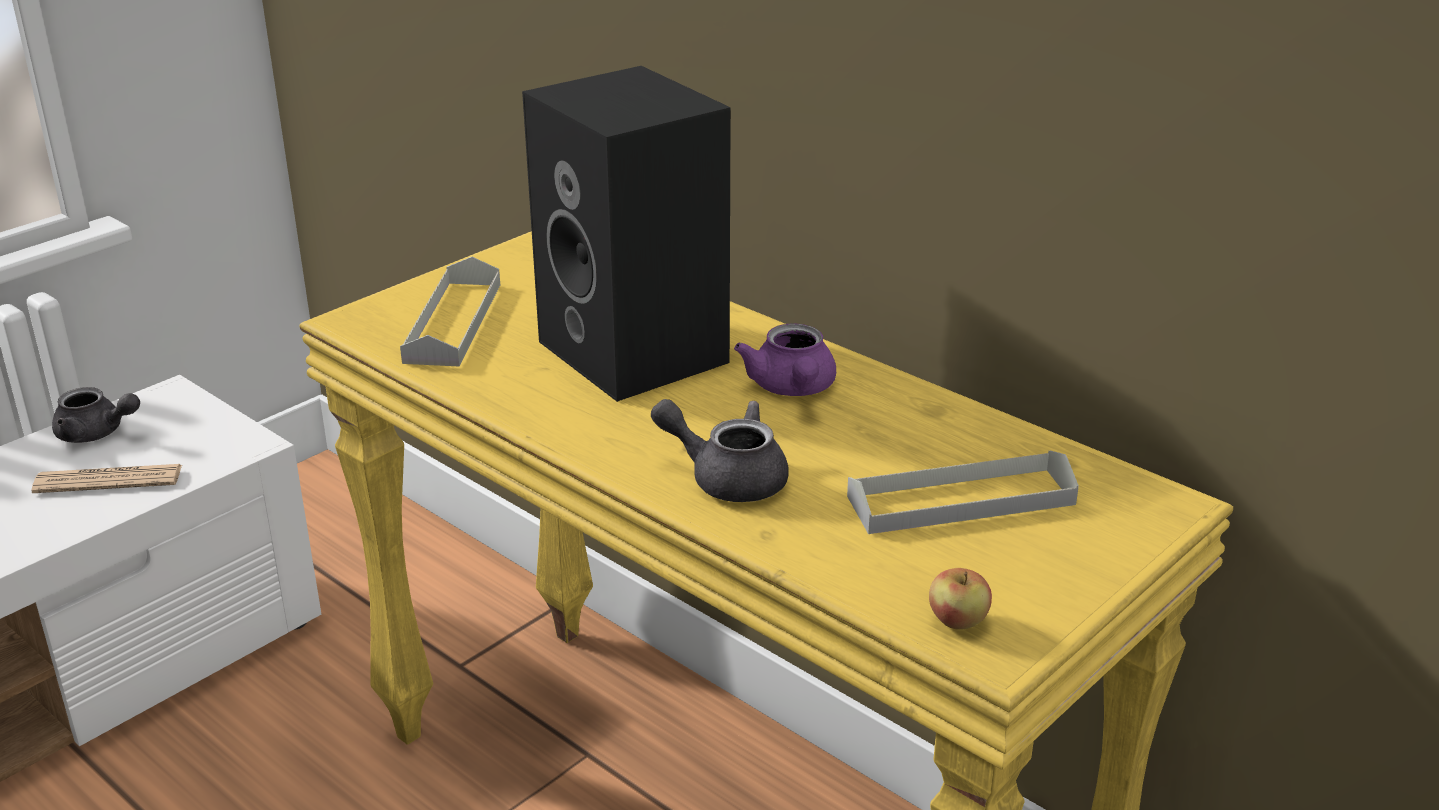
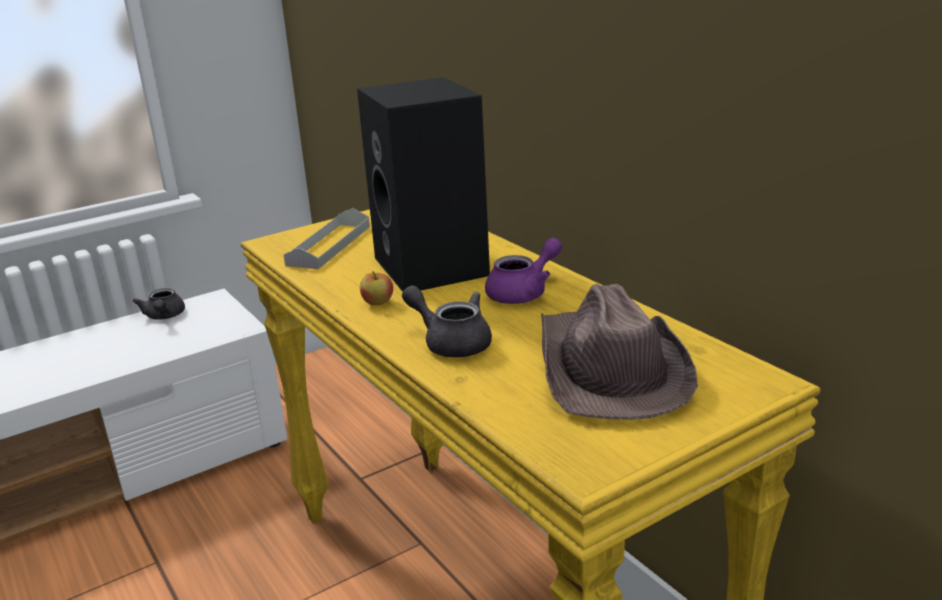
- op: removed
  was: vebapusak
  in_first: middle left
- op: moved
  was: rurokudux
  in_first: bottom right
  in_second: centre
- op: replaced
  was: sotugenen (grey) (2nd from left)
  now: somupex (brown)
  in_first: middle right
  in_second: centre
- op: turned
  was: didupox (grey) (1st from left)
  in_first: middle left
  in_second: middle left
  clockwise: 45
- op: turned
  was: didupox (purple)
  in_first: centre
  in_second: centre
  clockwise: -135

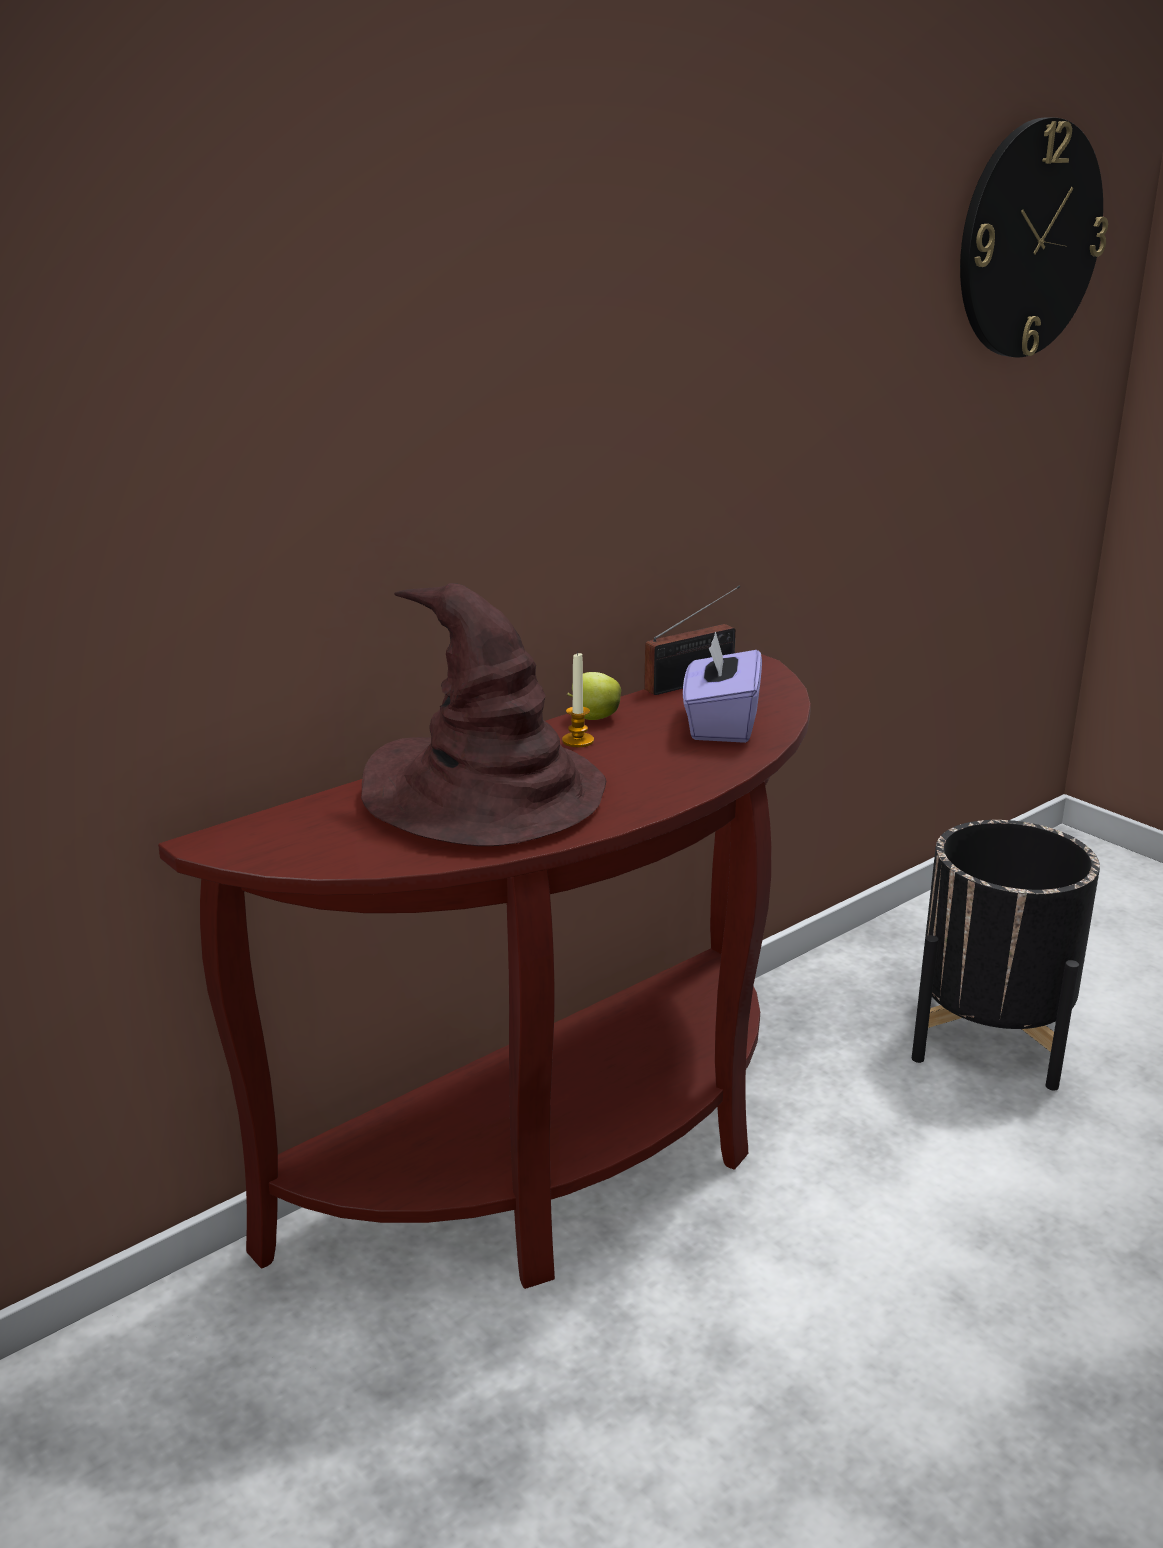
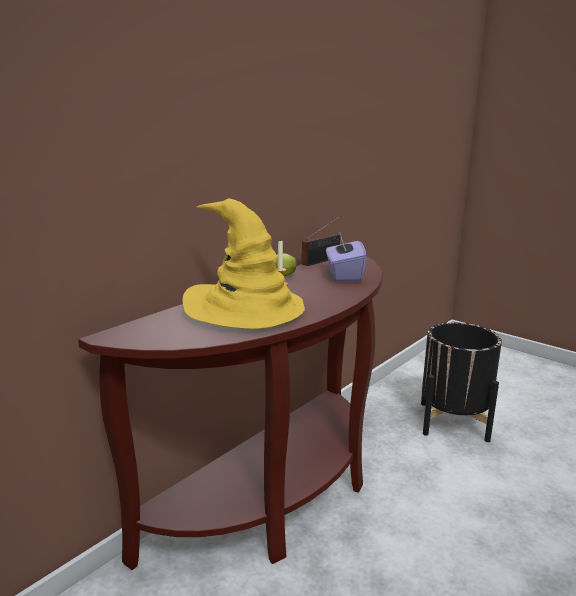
- op: removed
  was: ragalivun
  in_first: top right
- op: recoloured
  was: somupex (brown)
  now: somupex (yellow)
  in_first: centre
  in_second: centre

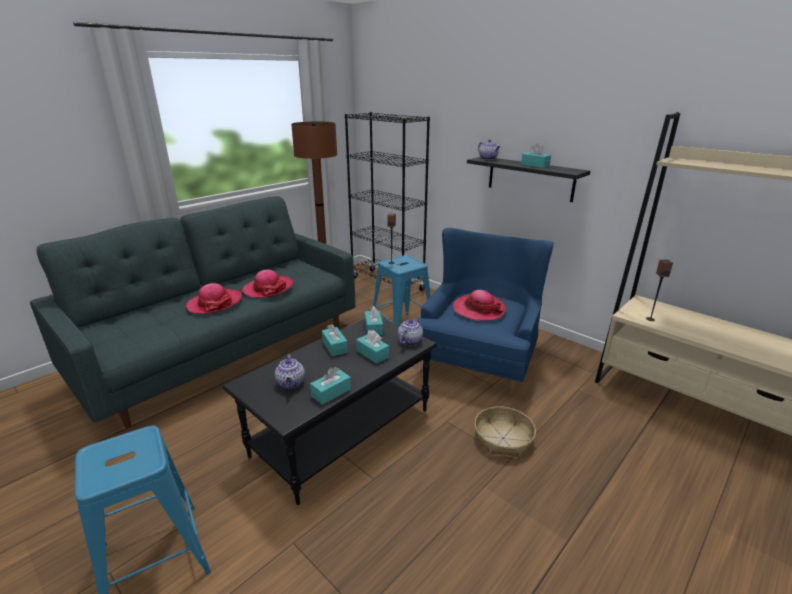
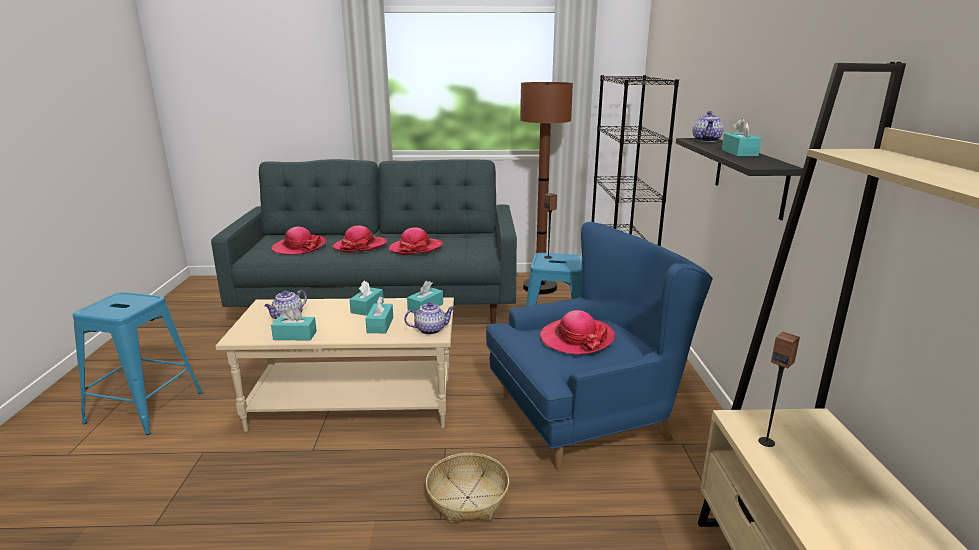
- op: added
  now: somupex (1st from left)
  in_second: middle left
- op: recoloured
  was: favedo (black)
  now: favedo (beige)
  in_first: bottom centre
  in_second: centre

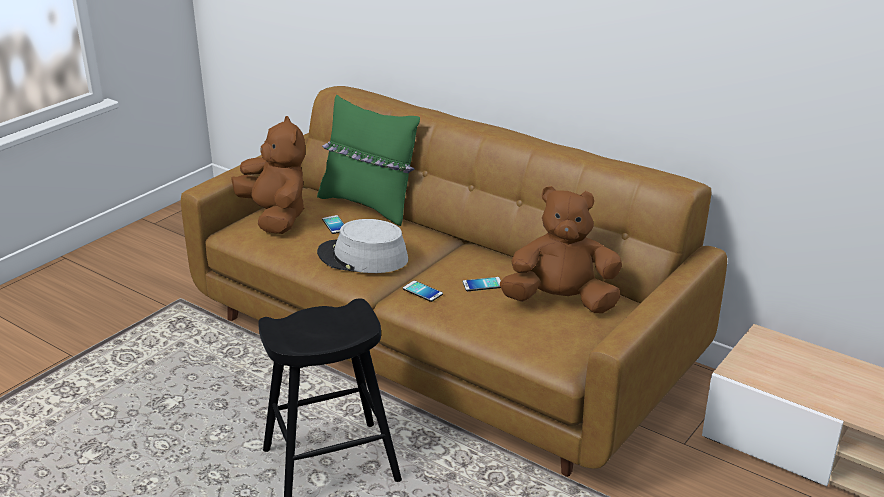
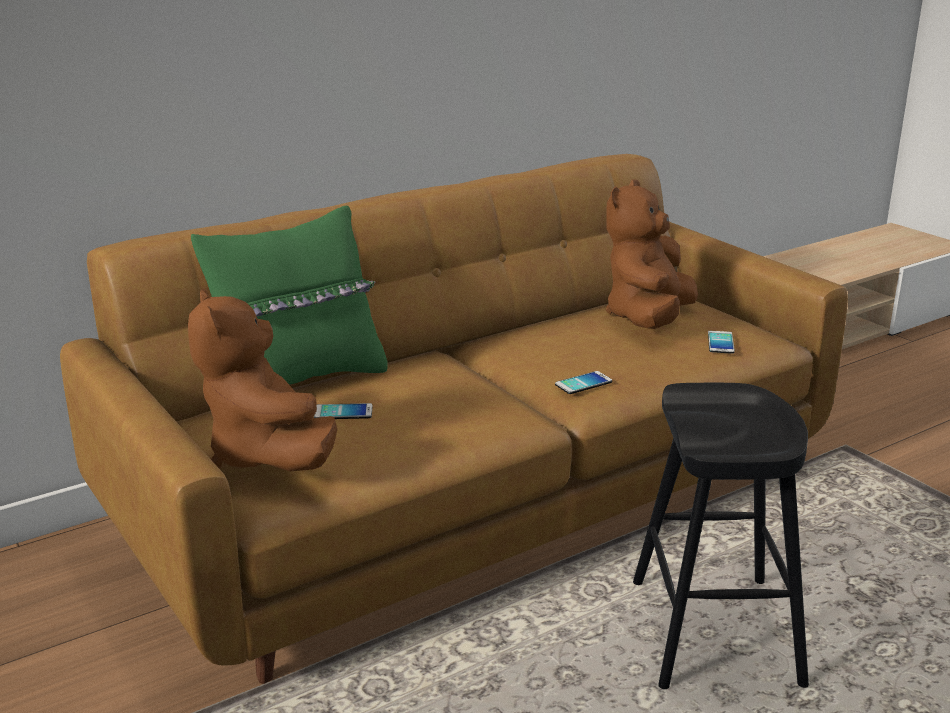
- op: removed
  was: somupex (grey)
  in_first: centre
- op: moved
  was: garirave (3rd from left)
  in_first: centre
  in_second: middle right
- op: turned
  was: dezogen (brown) (1st from left)
  in_first: middle left
  in_second: middle left
  clockwise: -105

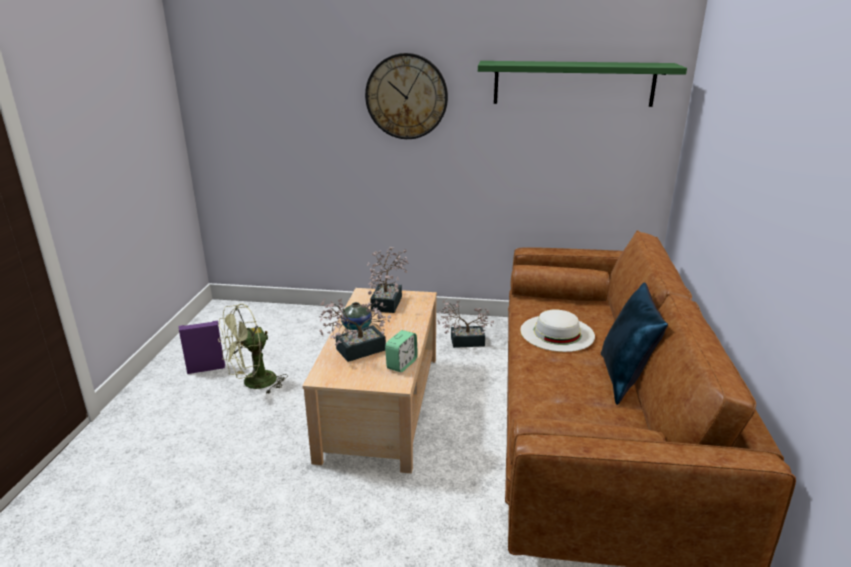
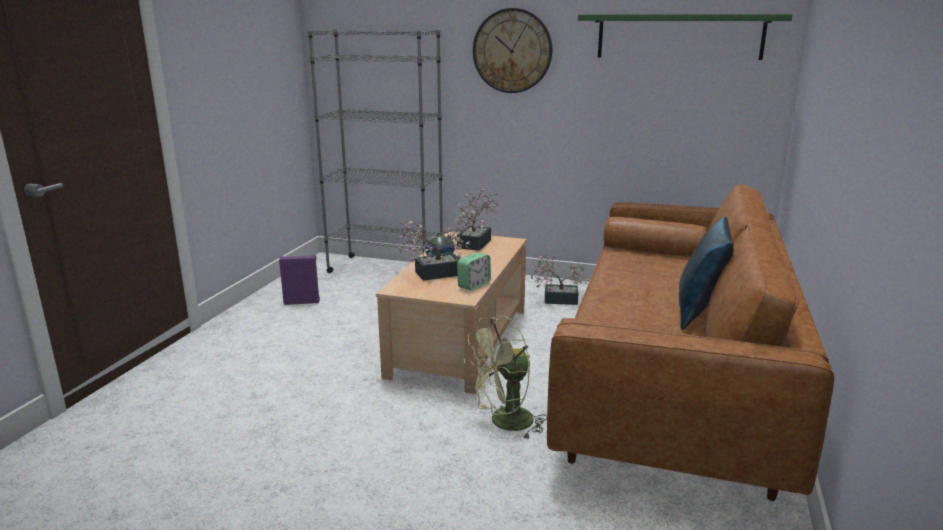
- op: removed
  was: somupex (white)
  in_first: centre
- op: added
  now: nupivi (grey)
  in_second: top centre
- op: moved
  was: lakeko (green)
  in_first: middle left
  in_second: bottom centre

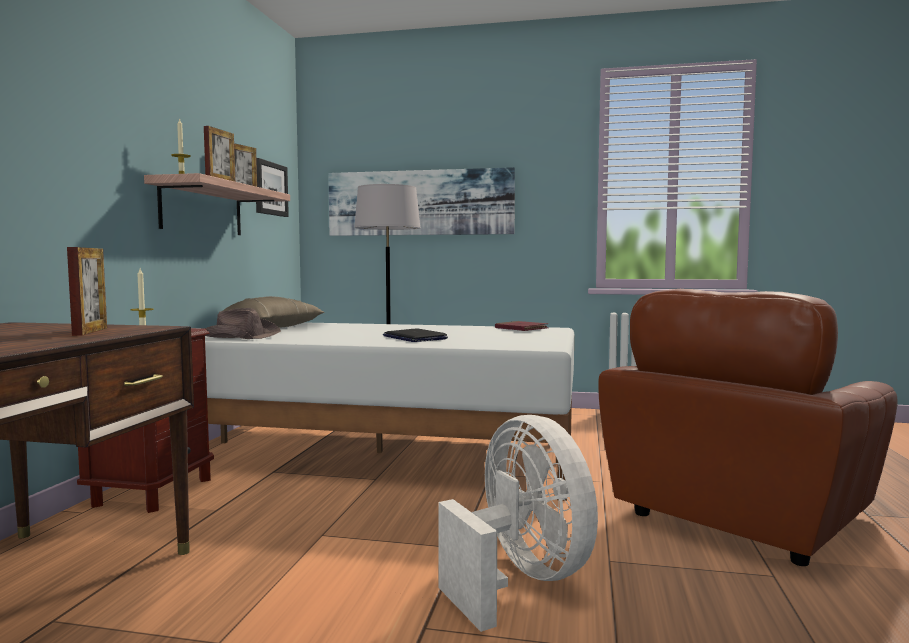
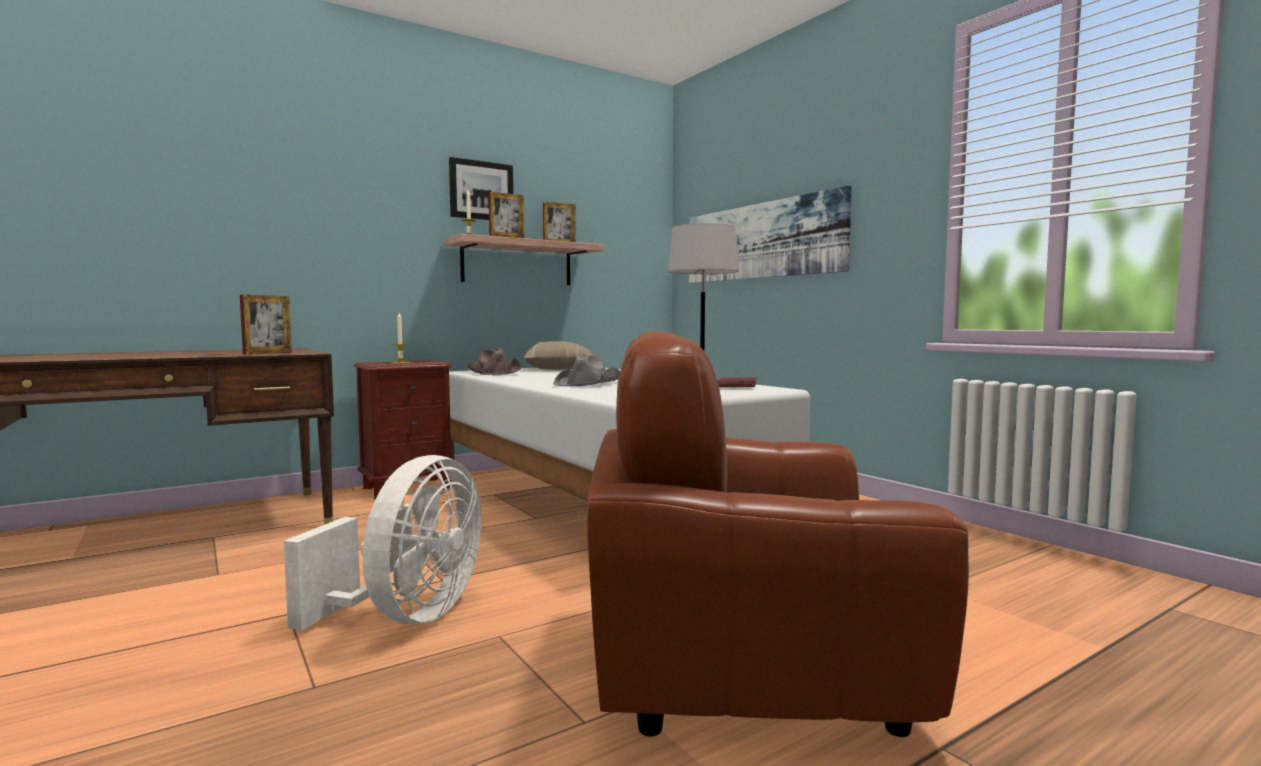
- op: moved
  was: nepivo (1st from left)
  in_first: top left
  in_second: top centre
- op: replaced
  was: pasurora
  now: somupex (grey)
  in_first: centre
  in_second: centre

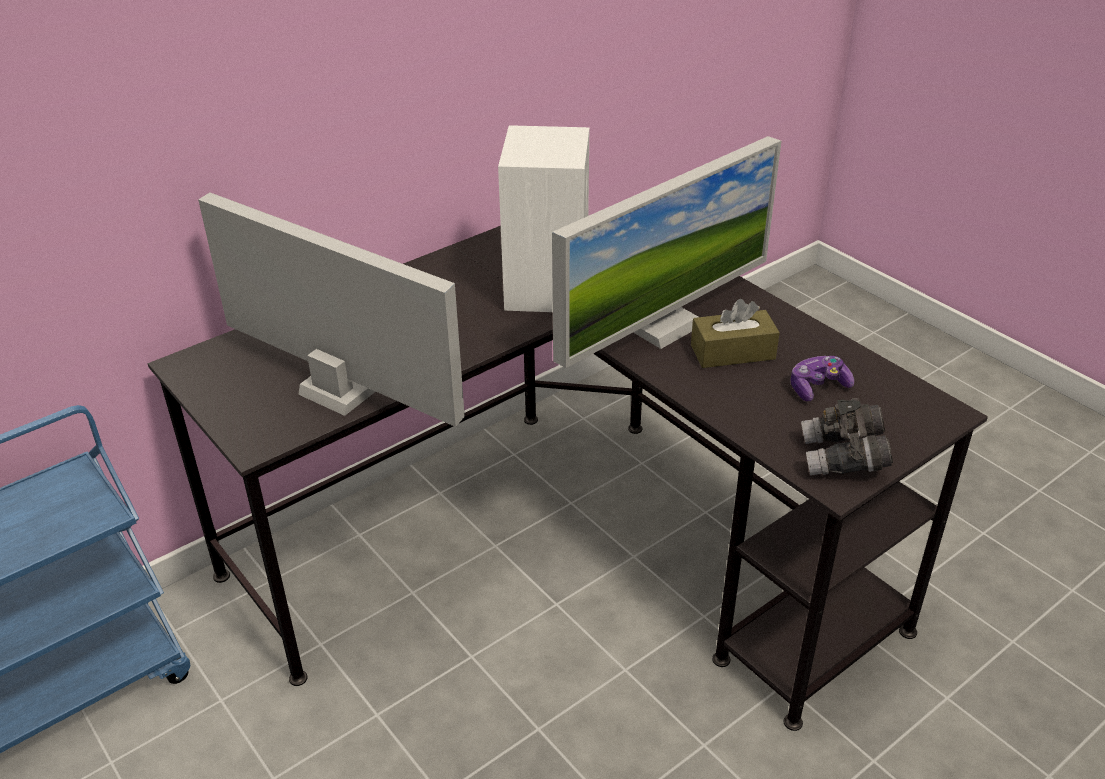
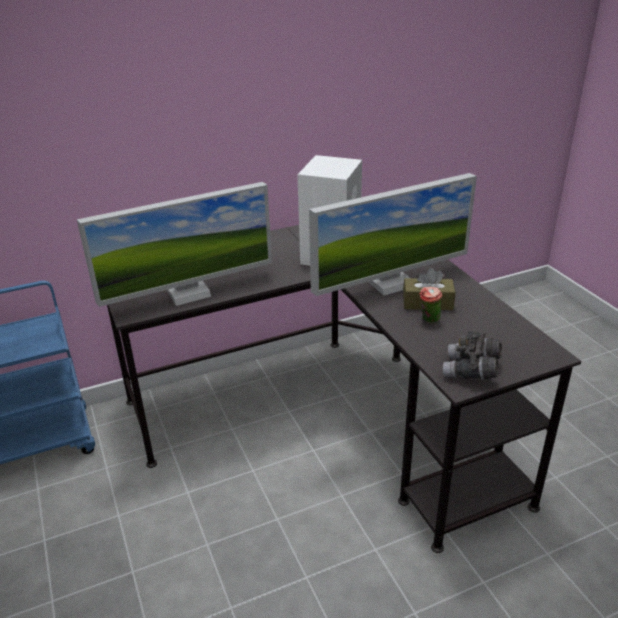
- op: removed
  was: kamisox
  in_first: middle right
- op: added
  now: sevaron
  in_second: middle right
- op: turned
  was: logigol (1st from left)
  in_first: middle left
  in_second: middle left
  clockwise: 105

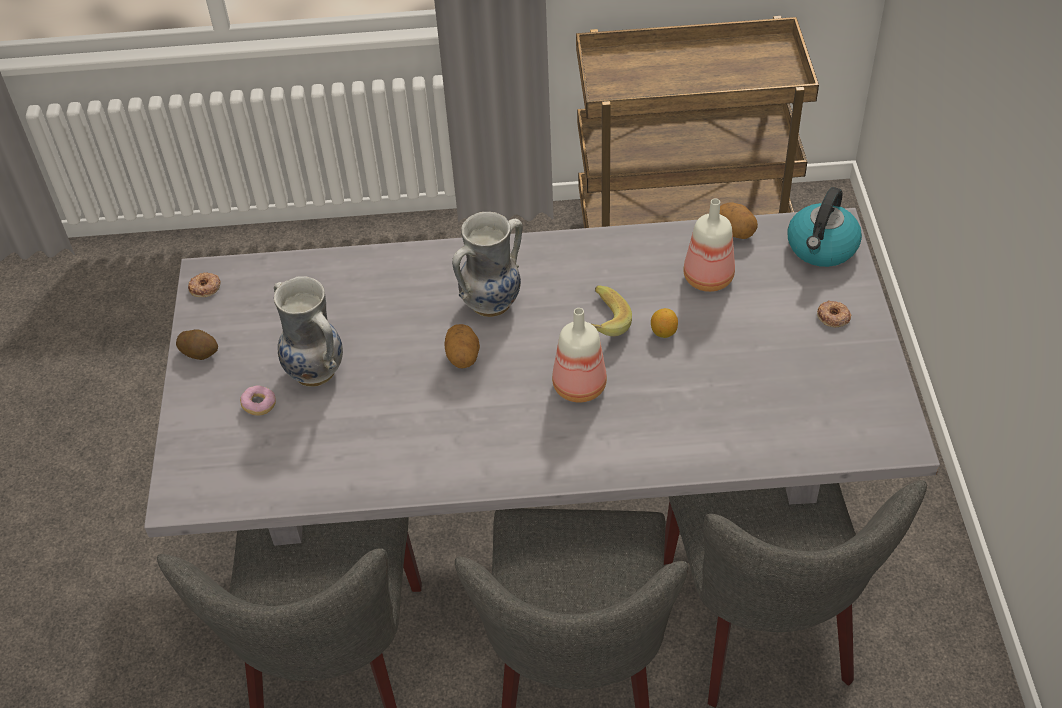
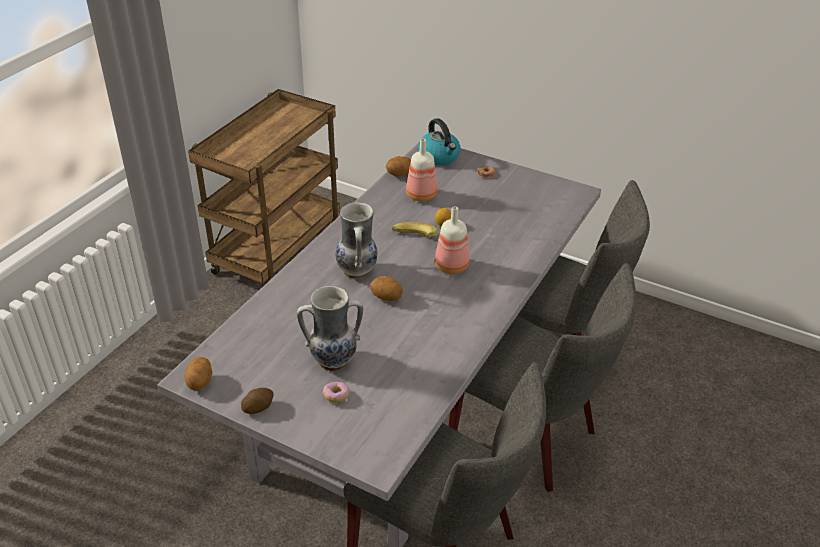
- op: replaced
  was: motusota (1st from left)
  now: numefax (1st from left)
  in_first: middle left
  in_second: bottom left

